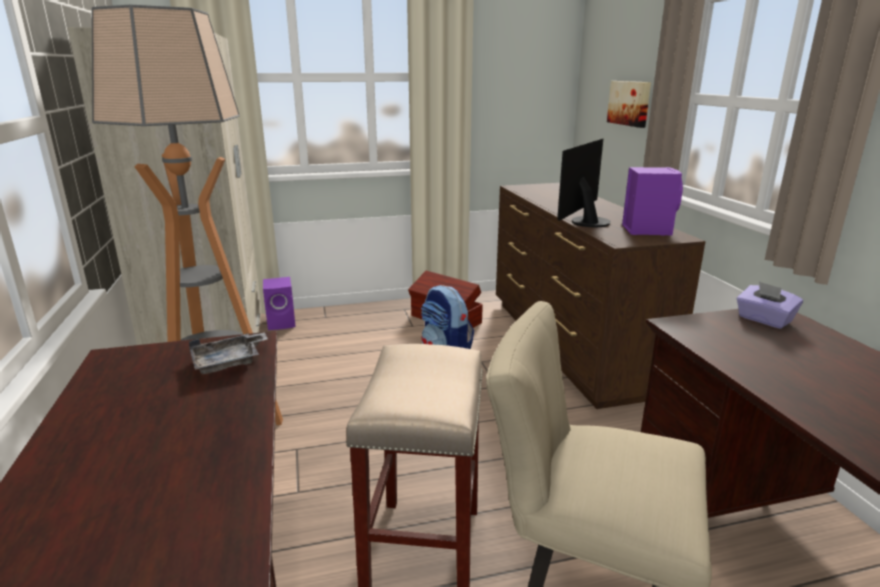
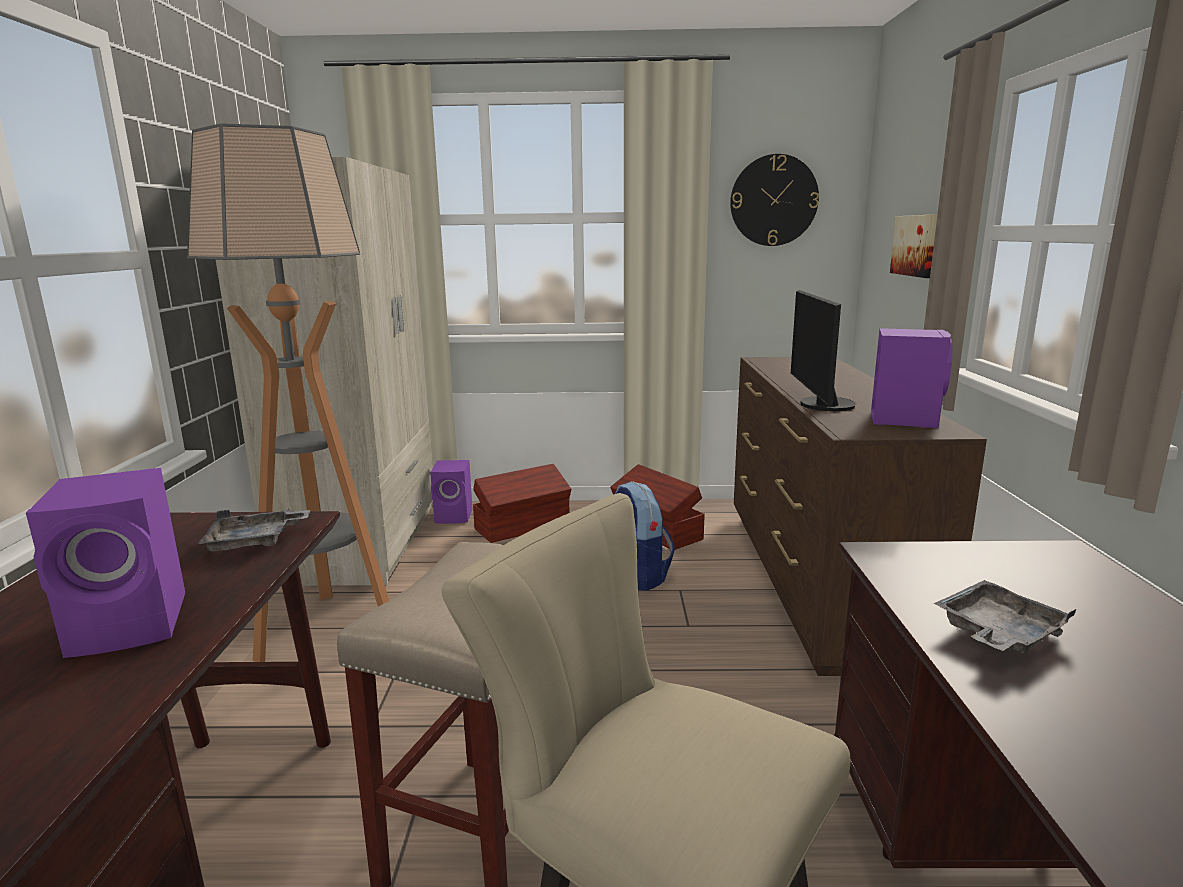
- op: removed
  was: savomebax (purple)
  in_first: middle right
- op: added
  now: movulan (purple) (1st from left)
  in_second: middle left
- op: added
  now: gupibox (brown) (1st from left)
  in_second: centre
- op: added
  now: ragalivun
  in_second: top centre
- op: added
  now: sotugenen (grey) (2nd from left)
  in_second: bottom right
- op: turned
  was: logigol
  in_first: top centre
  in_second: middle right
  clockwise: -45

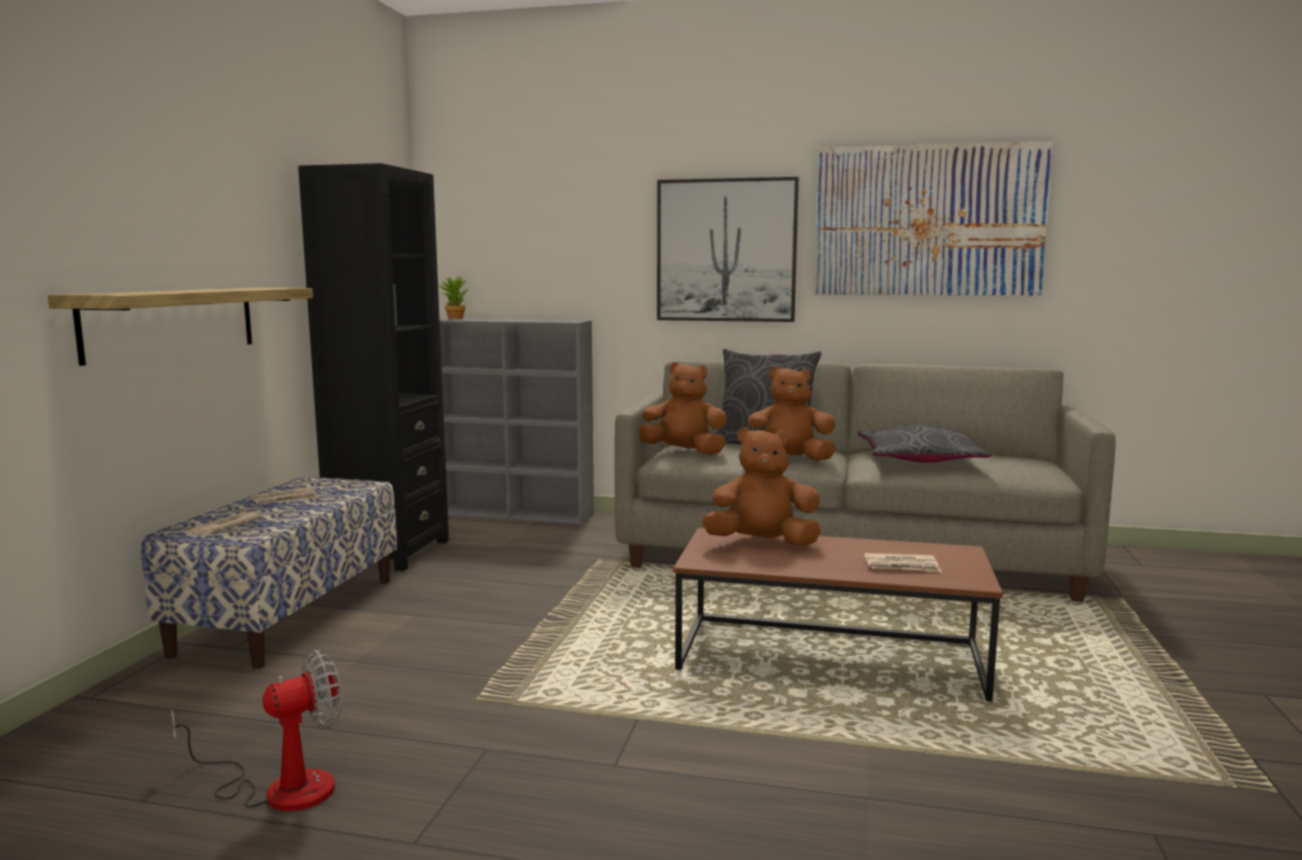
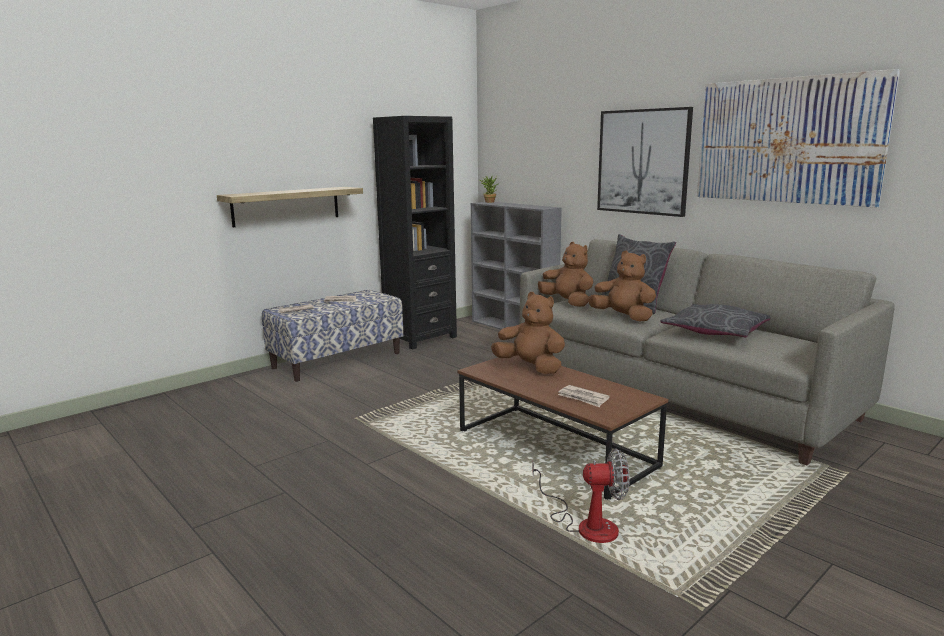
- op: moved
  was: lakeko
  in_first: bottom left
  in_second: bottom centre

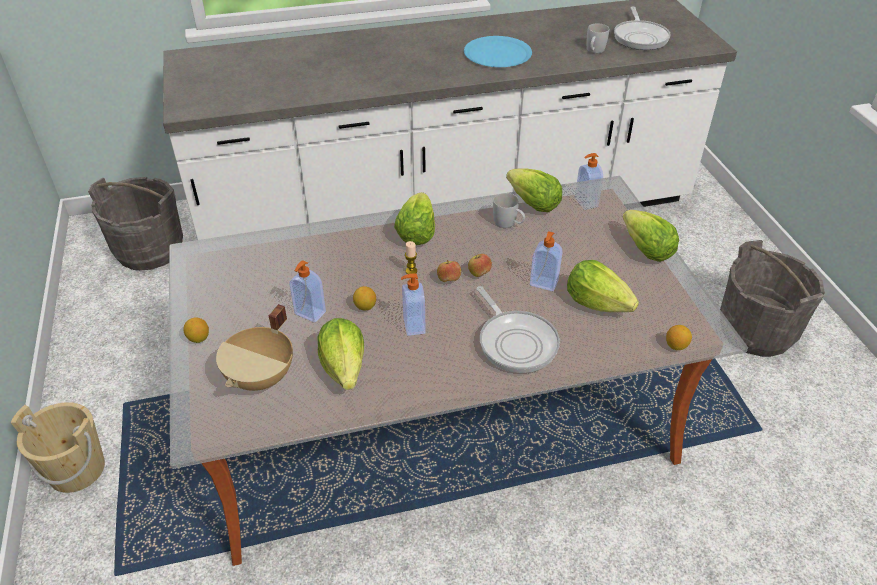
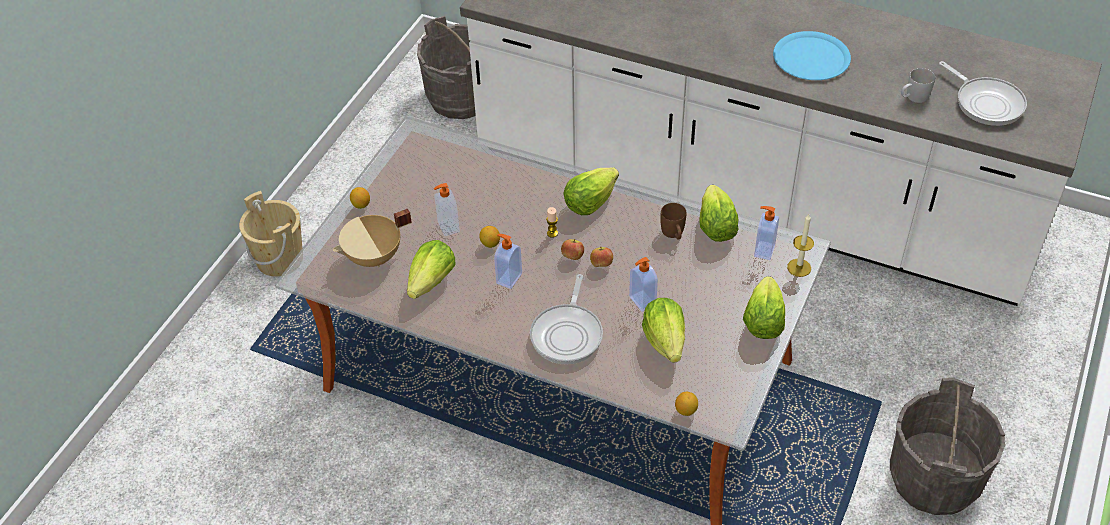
- op: added
  now: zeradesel (2nd from left)
  in_second: middle right
- op: recoloured
  was: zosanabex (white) (1st from left)
  now: zosanabex (brown)
  in_first: centre
  in_second: centre
- op: turned
  was: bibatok (2nd from left)
  in_first: top right
  in_second: top right
  clockwise: -75

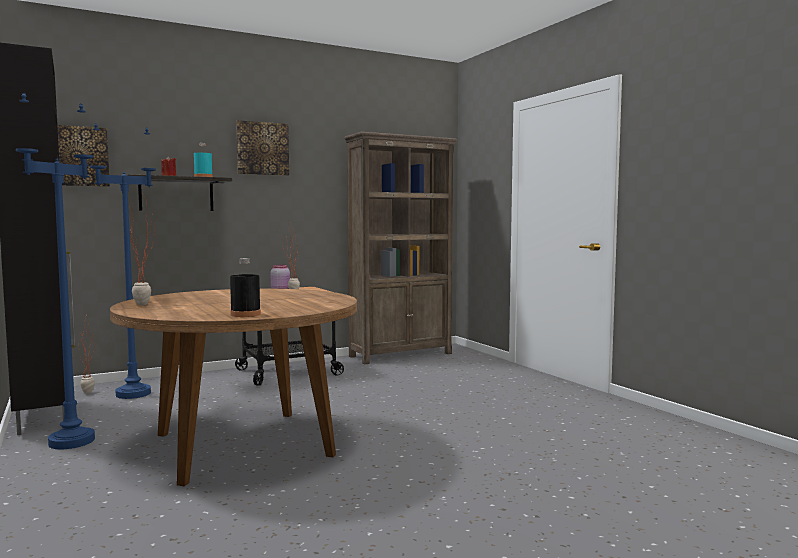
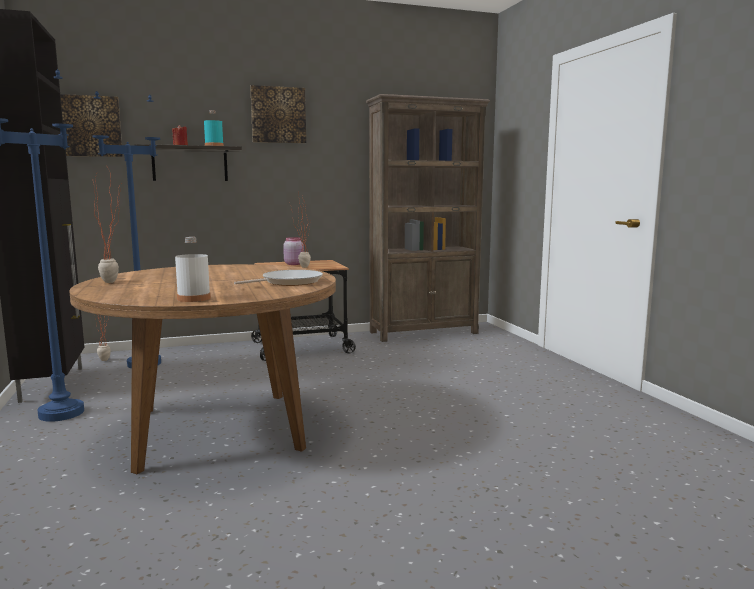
- op: added
  now: bibatok
  in_second: centre
- op: recoloured
  was: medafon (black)
  now: medafon (white)
  in_first: middle left
  in_second: middle left

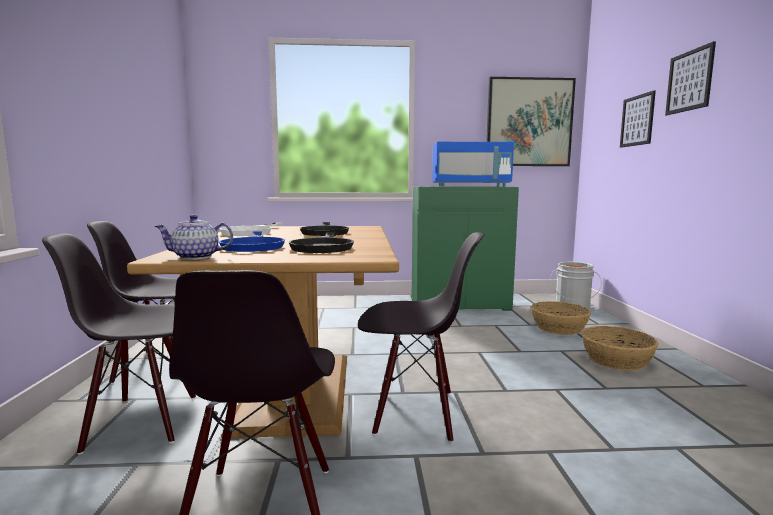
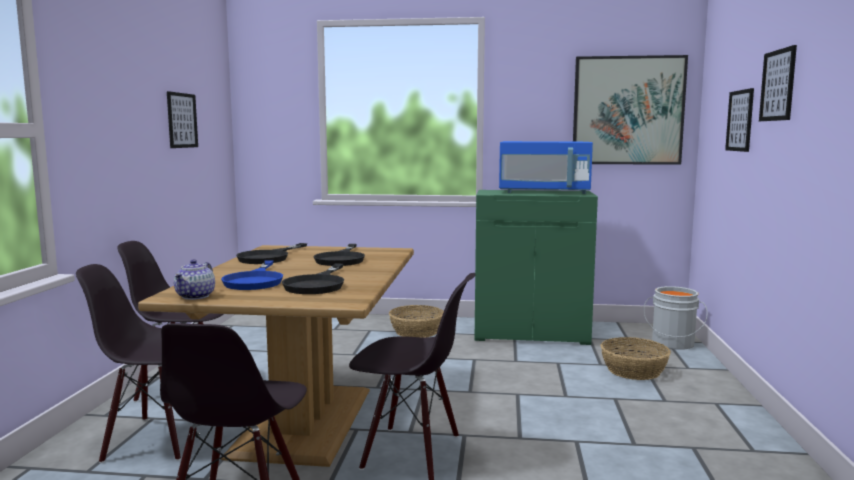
- op: added
  now: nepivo (1st from left)
  in_second: top left
- op: moved
  was: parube (2nd from left in the first image)
  now: parube (1st from left)
  in_first: bottom right
  in_second: bottom centre
- op: recoloured
  was: bibatok (white)
  now: bibatok (black) (1st from left)
  in_first: middle left
  in_second: middle left
- op: turned
  was: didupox
  in_first: middle left
  in_second: middle left
  clockwise: -75

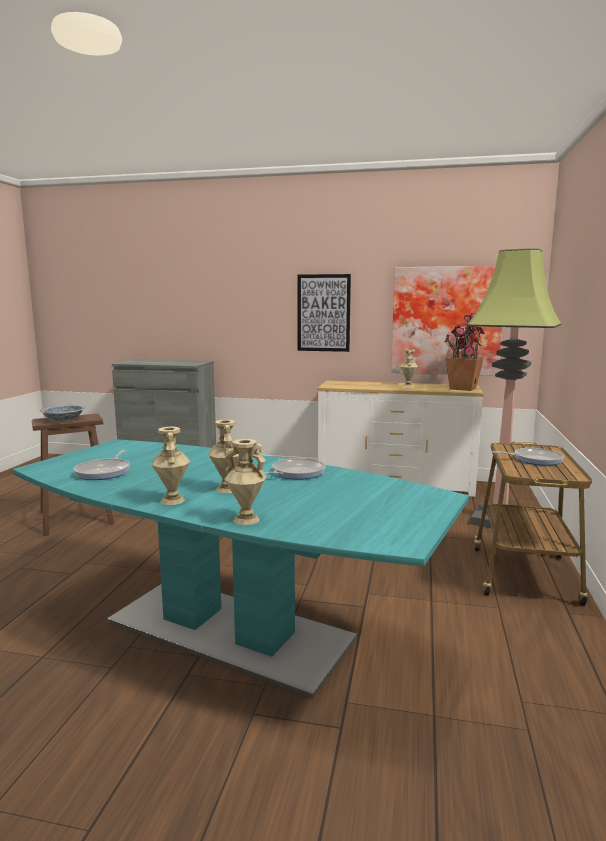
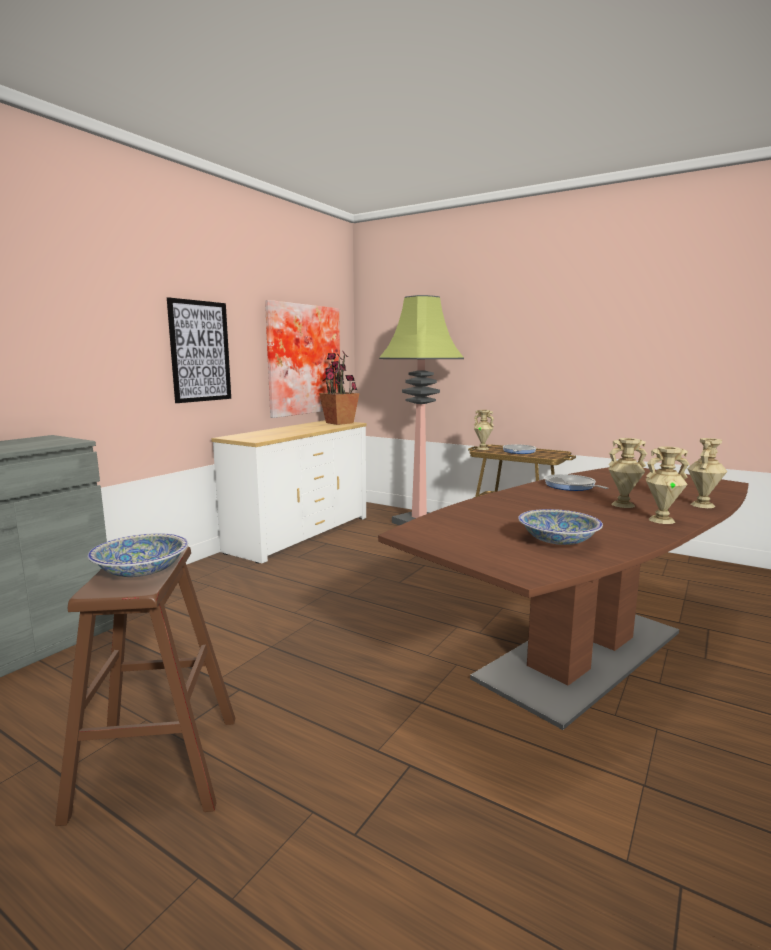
- op: moved
  was: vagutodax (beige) (4th from left in the first image)
  now: vagutodax (beige) (1st from left)
  in_first: middle right
  in_second: centre
- op: replaced
  was: bibatok (1st from left)
  now: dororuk (2nd from left)
  in_first: middle left
  in_second: middle right
- op: recoloured
  was: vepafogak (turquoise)
  now: vepafogak (brown)
  in_first: bottom centre
  in_second: middle right

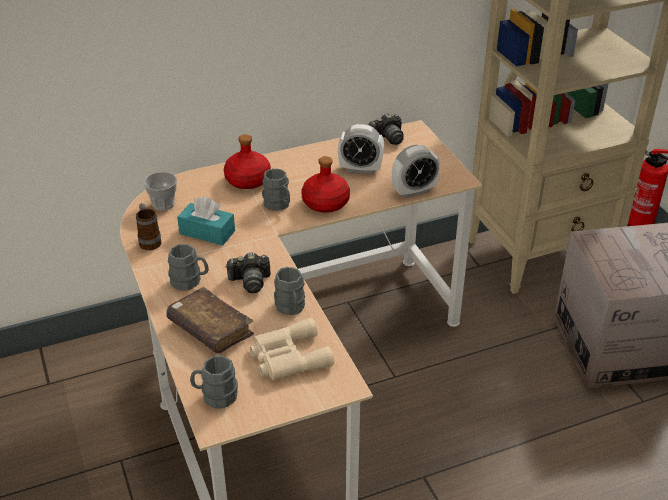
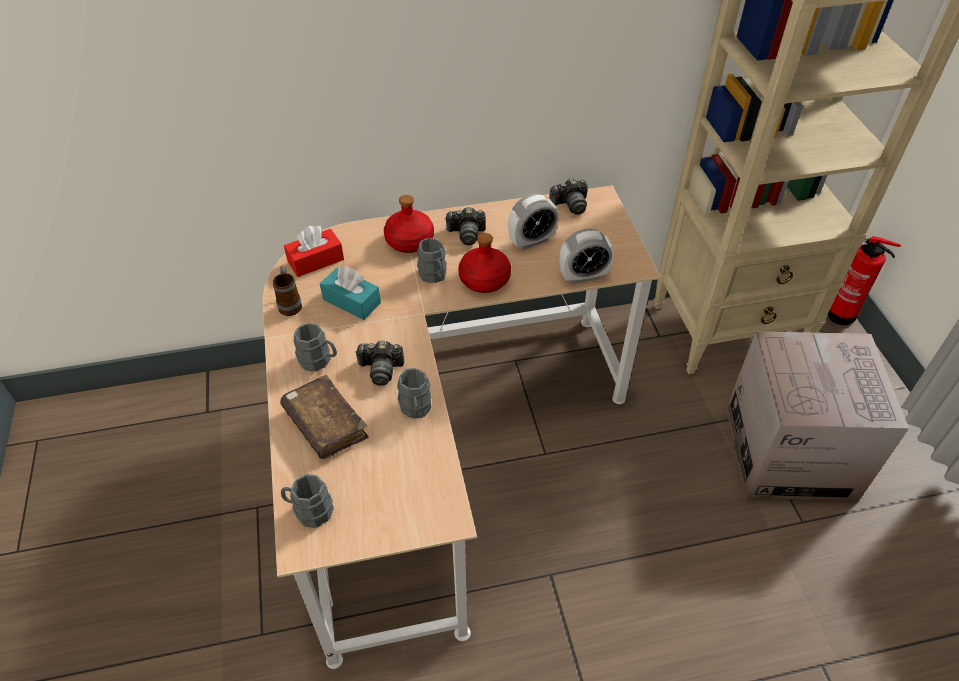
- op: removed
  was: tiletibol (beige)
  in_first: bottom centre
- op: added
  now: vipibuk (2nd from left)
  in_second: top centre
- op: replaced
  was: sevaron
  now: savomebax (red)
  in_first: middle left
  in_second: middle left
- op: turned
  was: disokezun (1st from left)
  in_first: top centre
  in_second: top centre
  clockwise: -45

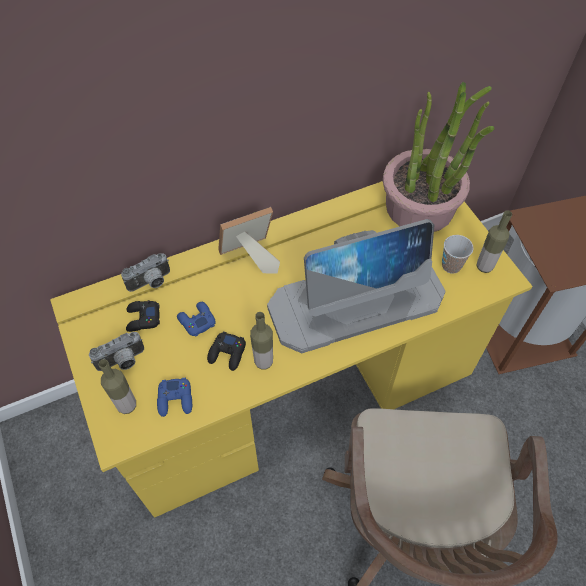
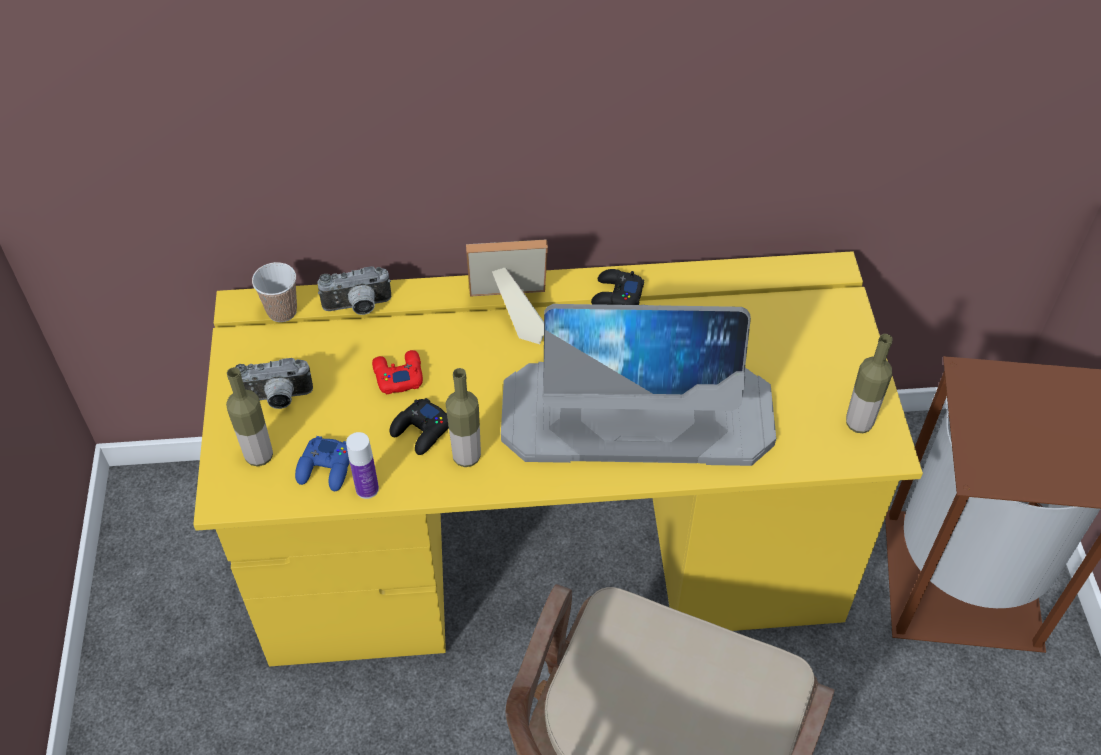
- op: removed
  was: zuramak
  in_first: top right
- op: added
  now: medafon (2nd from left)
  in_second: middle left
- op: moved
  was: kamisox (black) (1st from left in the first image)
  now: kamisox (black) (2nd from left)
  in_first: middle left
  in_second: centre
- op: moved
  was: sevaron
  in_first: middle right
  in_second: middle left
- op: recoloured
  was: kamisox (blue) (2nd from left)
  now: kamisox (red)
  in_first: centre
  in_second: centre

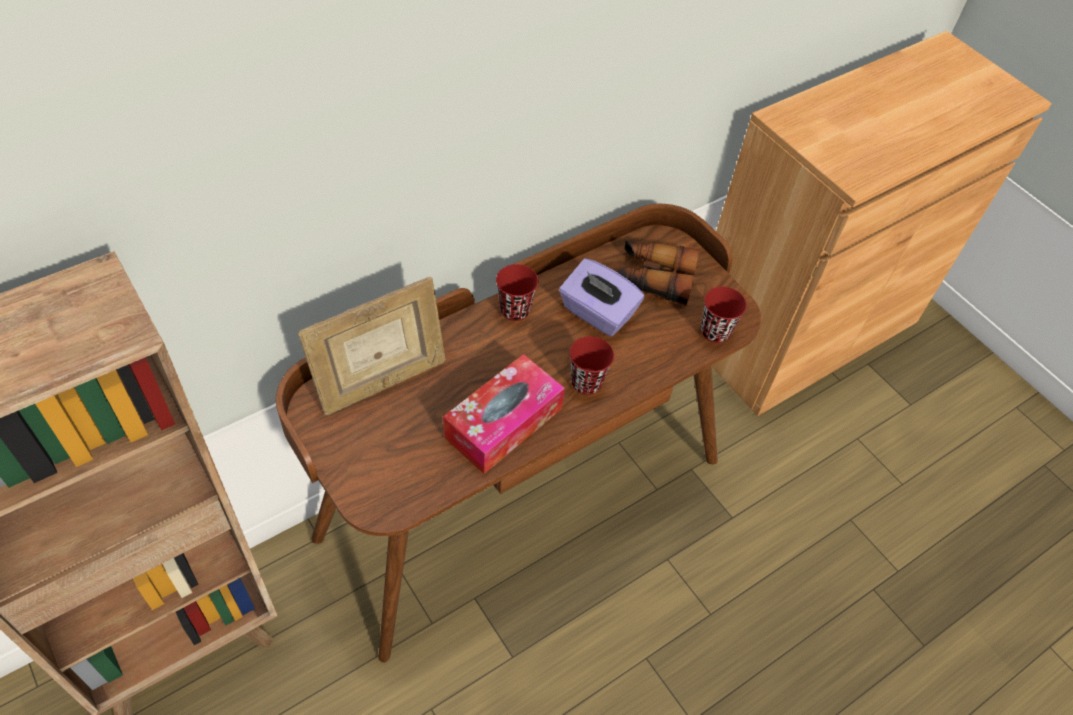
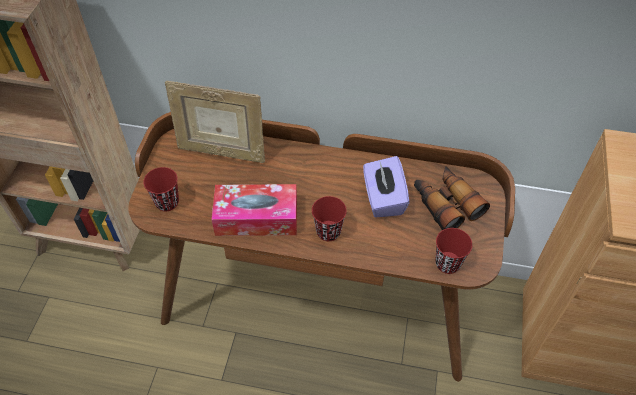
- op: moved
  was: sevaron (red) (1st from left)
  in_first: centre
  in_second: middle left

